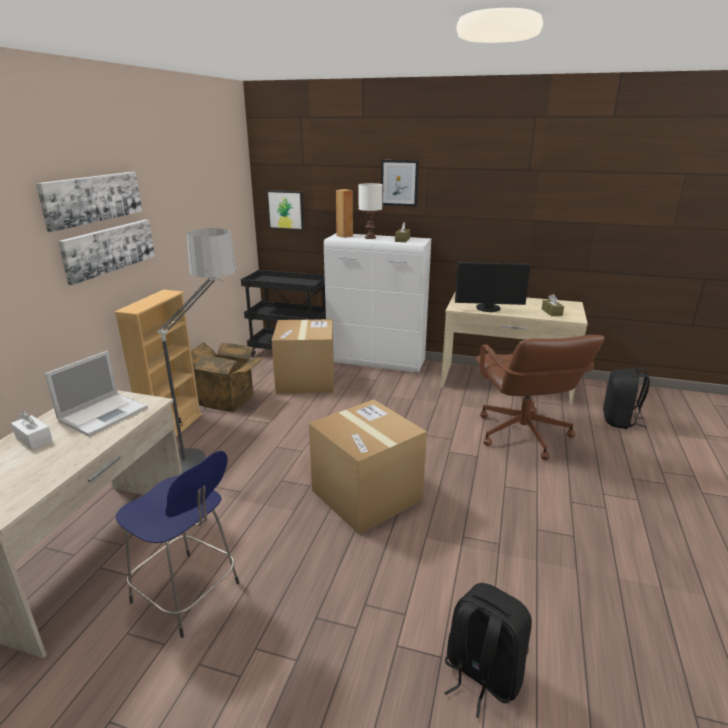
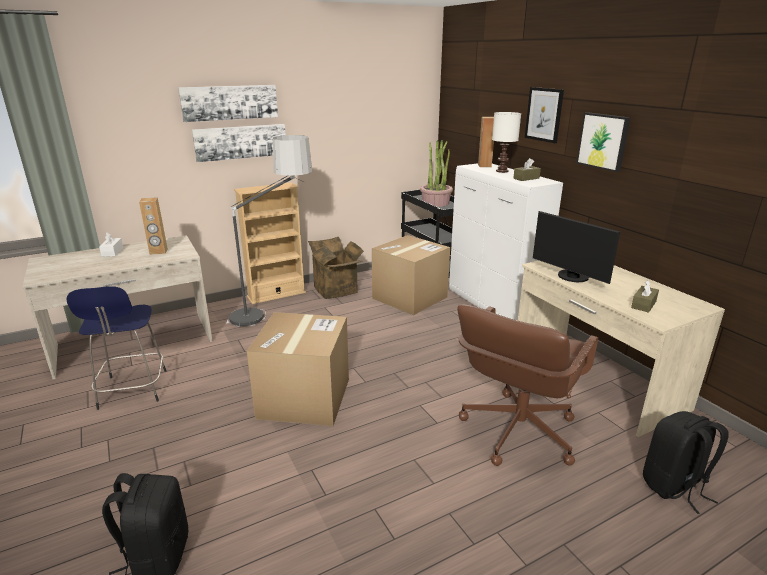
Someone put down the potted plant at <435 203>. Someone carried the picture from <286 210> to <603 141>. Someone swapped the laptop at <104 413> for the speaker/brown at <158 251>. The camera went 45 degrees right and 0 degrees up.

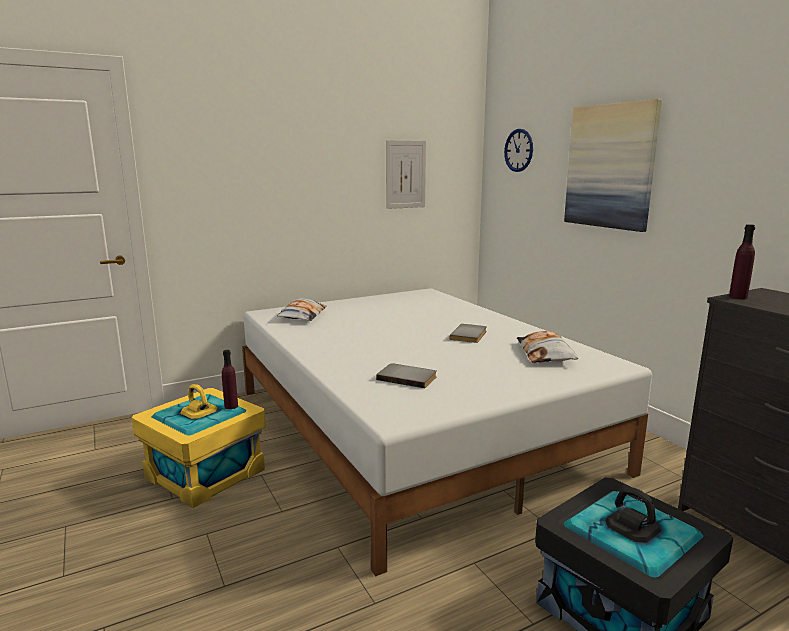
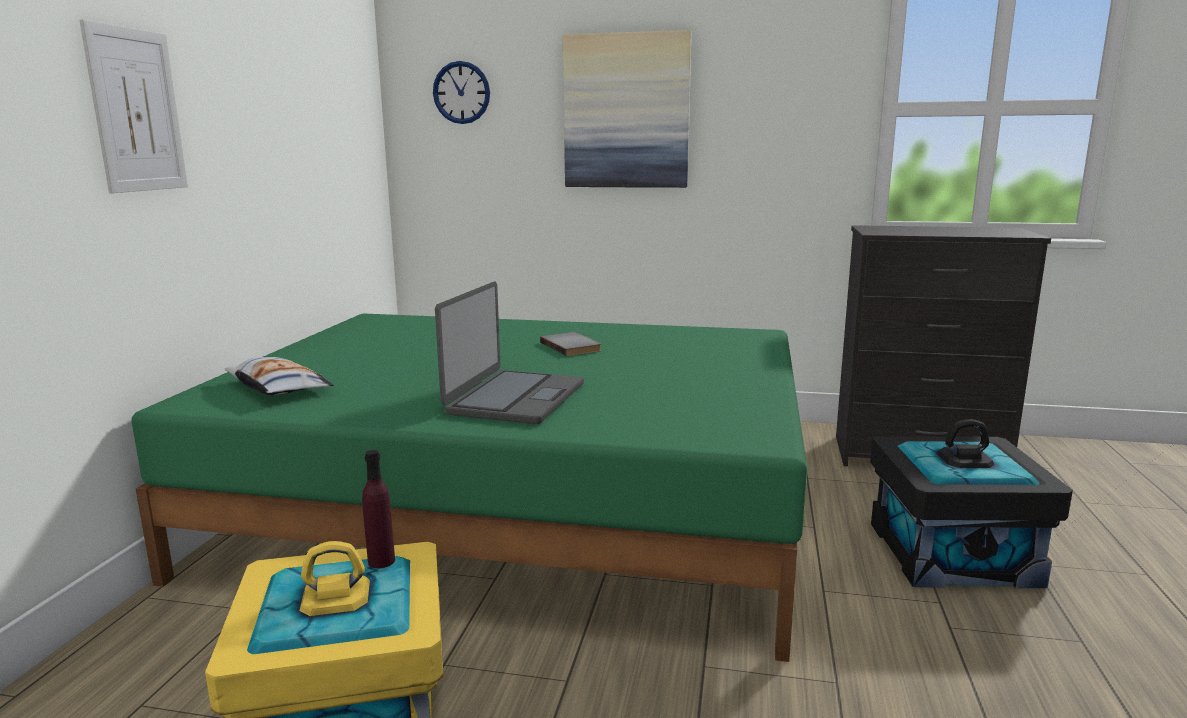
Someone took away the book/grey at <407 377>. Someone took away the pillow at <545 354>. Someone took away the bottle/purple at <738 297>. Someone put down the laptop at <514 398>. Someone carried the picture from <405 174> to <136 110>. Someone repainted the bed/white at <414 427>, which became the bed/green at <518 507>. The camera went 50 degrees left and 0 degrees up.

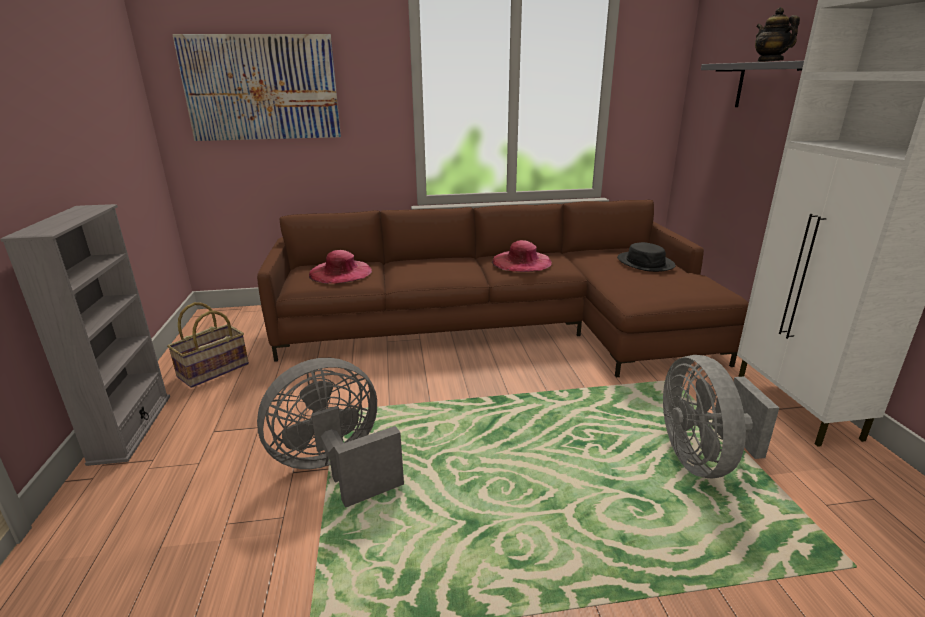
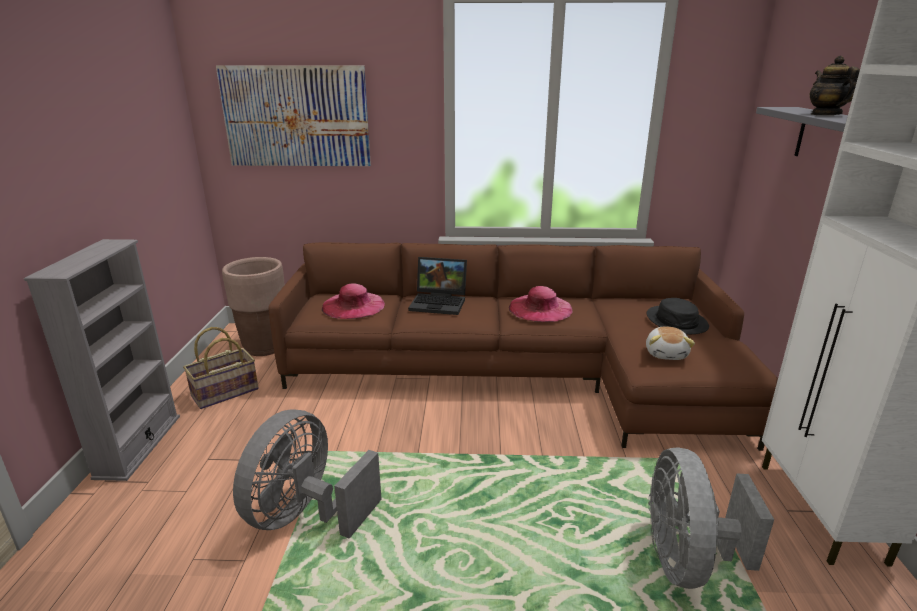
Someone put down the planter/brown at <265 347>. Someone put down the laptop at <440 303>. Someone put down the plush toy at <666 354>. Someone rotated the fan/grey at <335 468> by 45 degrees counterclockwise. The camera went 10 degrees right and 0 degrees up.

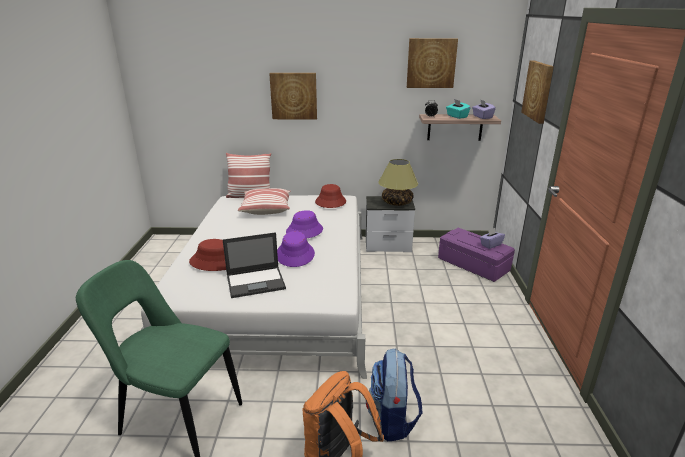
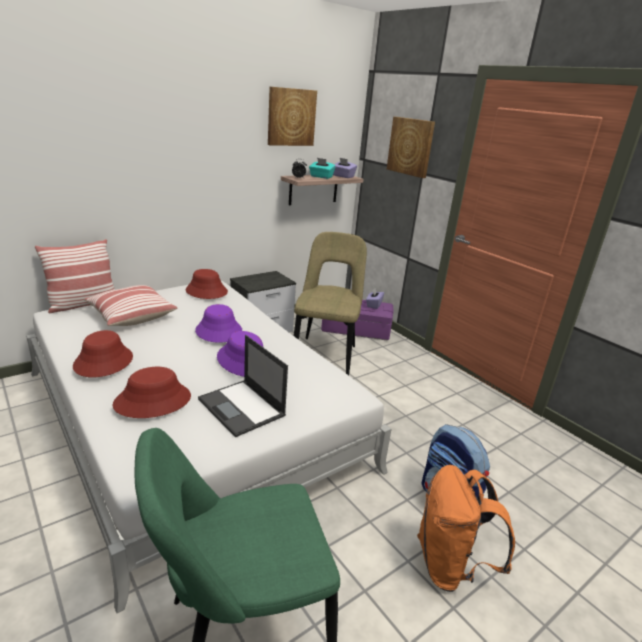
Someone took away the picture at <294 96>. Someone took away the table lamp at <397 202>. Someone put down the hat/red at <103 362>. Someone put down the chair/beige at <325 355>. Someone rotated the laptop at <256 282> by 105 degrees clockwise. The camera went 40 degrees left and 0 degrees up.

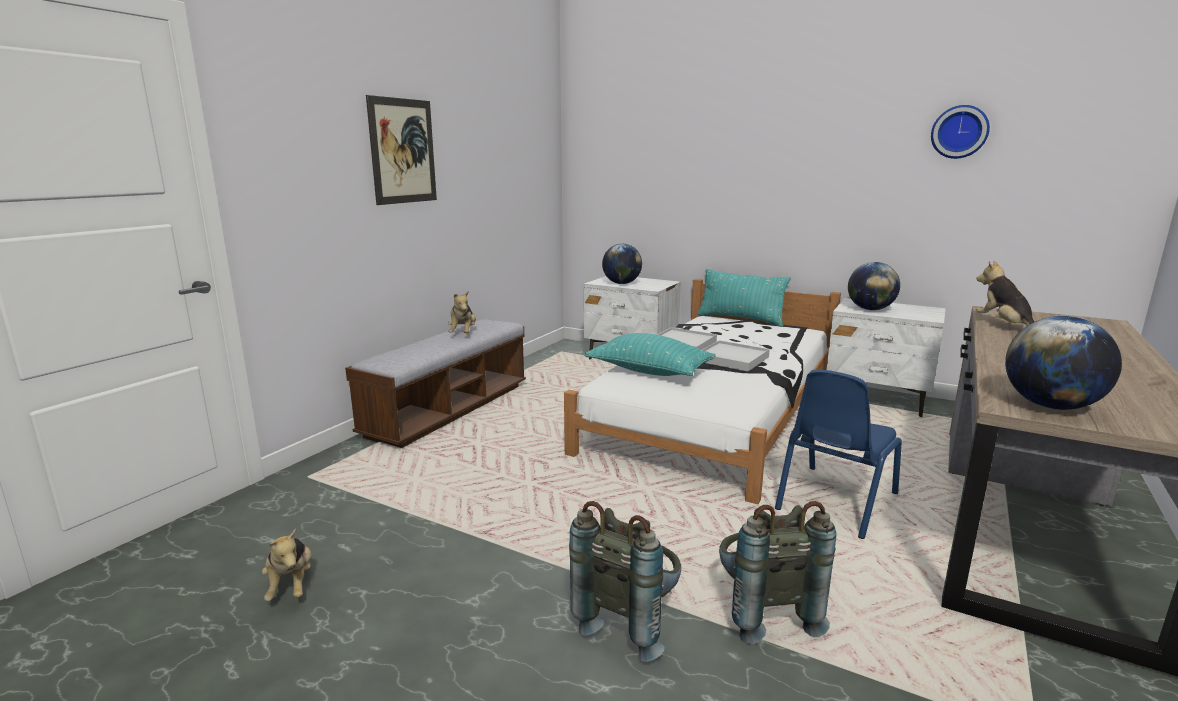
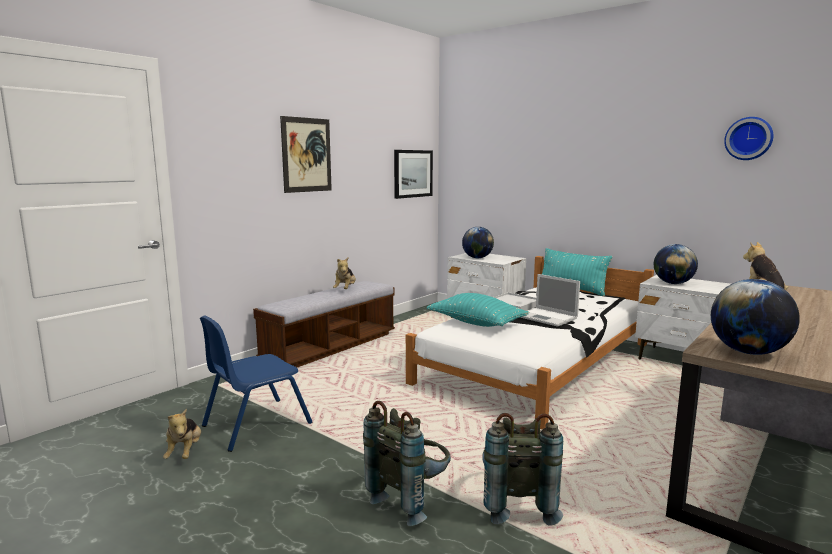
Someone put up the picture at <413 173>. Someone carried the chair/blue from <834 501> to <256 424>. Someone swapped the tray/white at <732 359> for the laptop at <547 317>. The camera went 10 degrees right and 5 degrees down.

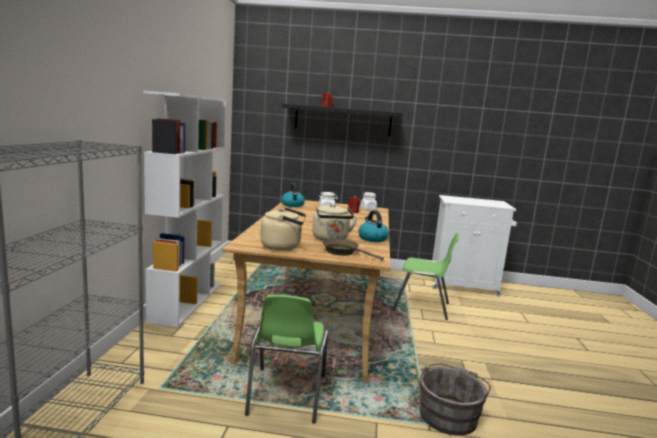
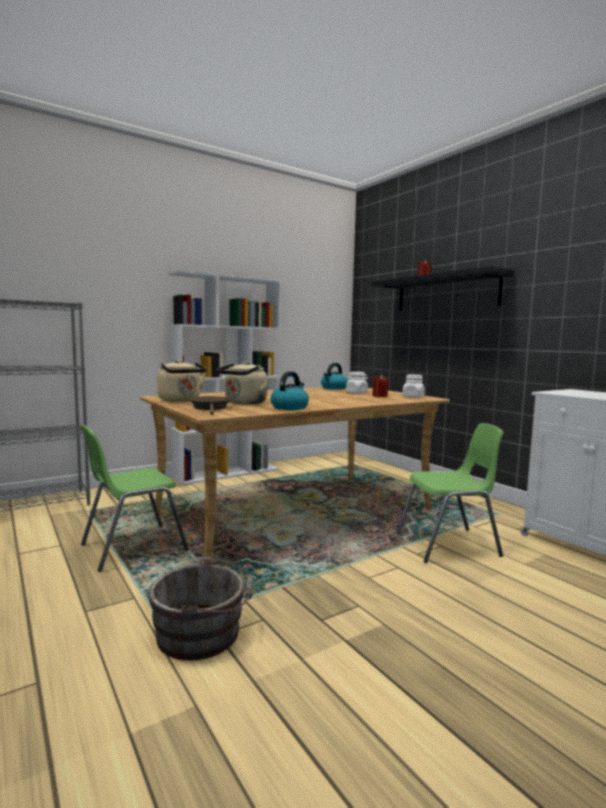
Someone rotated the chair/green at <422 307> by 75 degrees counterclockwise. The camera went 50 degrees right and 5 degrees down.

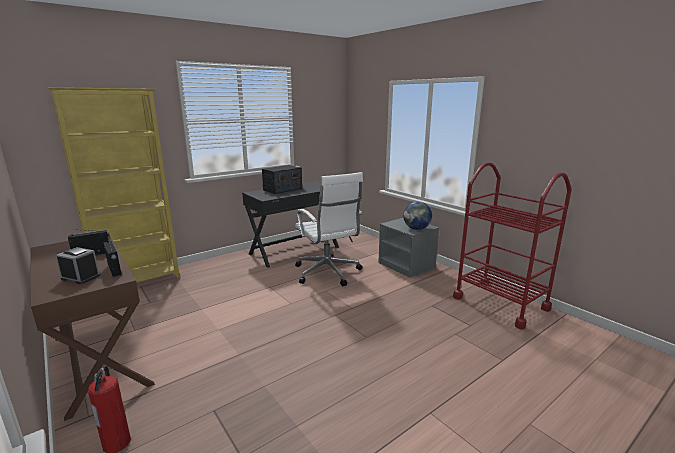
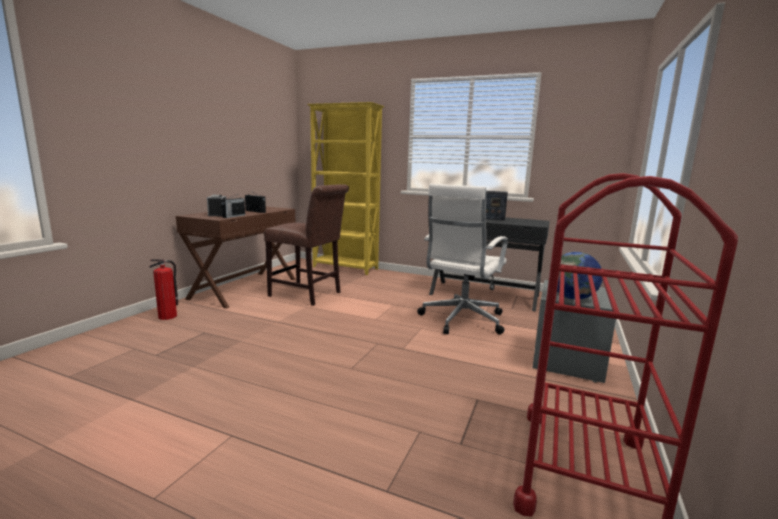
Someone put down the chair/brown at <308 295>. The camera went 60 degrees right and 5 degrees down.

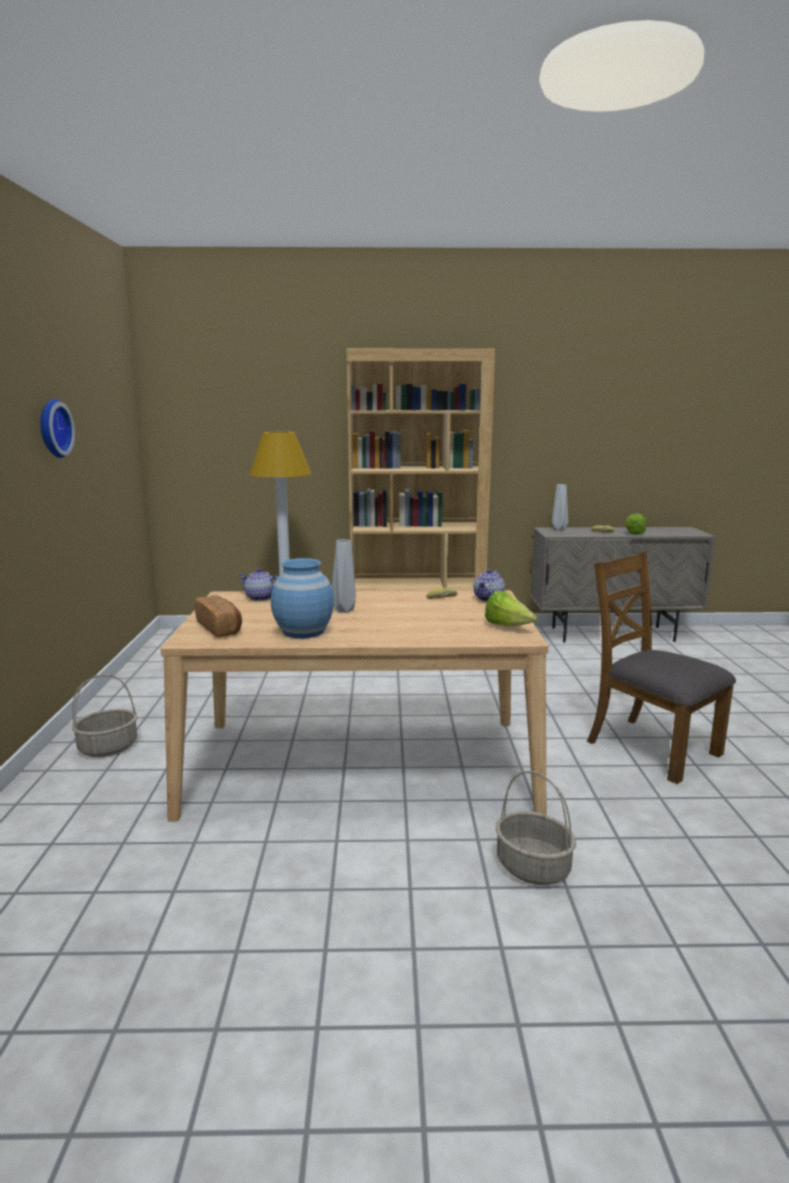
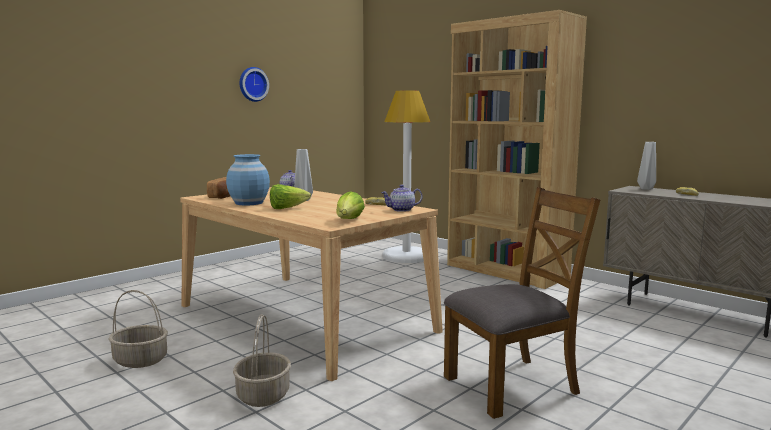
Someone carried the basket from <107 748> to <139 360>. Someone carried the lettuce from <635 533> to <287 208>. Someone rotated the chair/brown at <651 747> by 60 degrees clockwise. The camera went 45 degrees right and 5 degrees down.

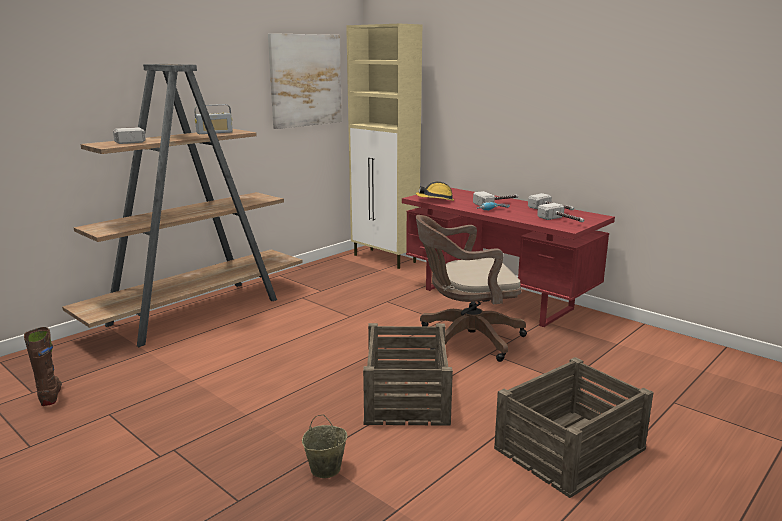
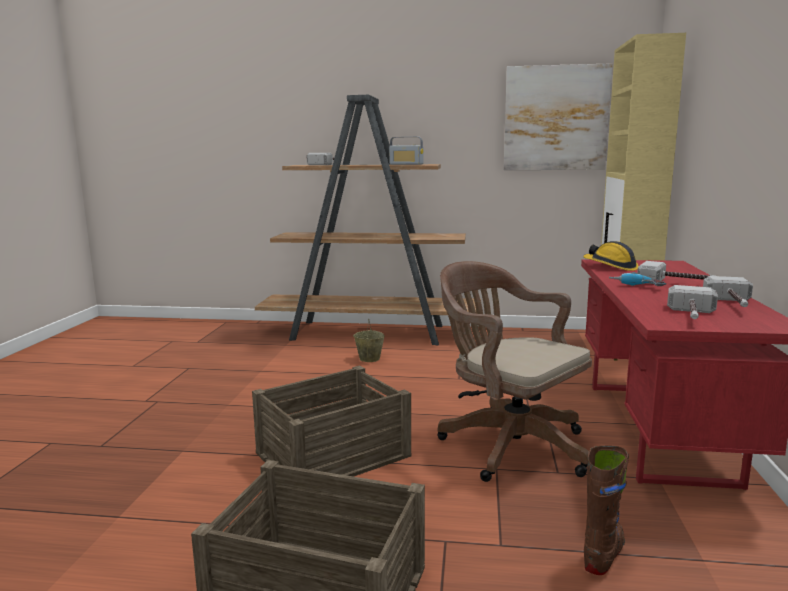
Someone carried the boot/brown from <50 395> to <603 554>. Someone carried the bucket/beige from <325 469> to <369 358>. The camera went 55 degrees right and 5 degrees down.

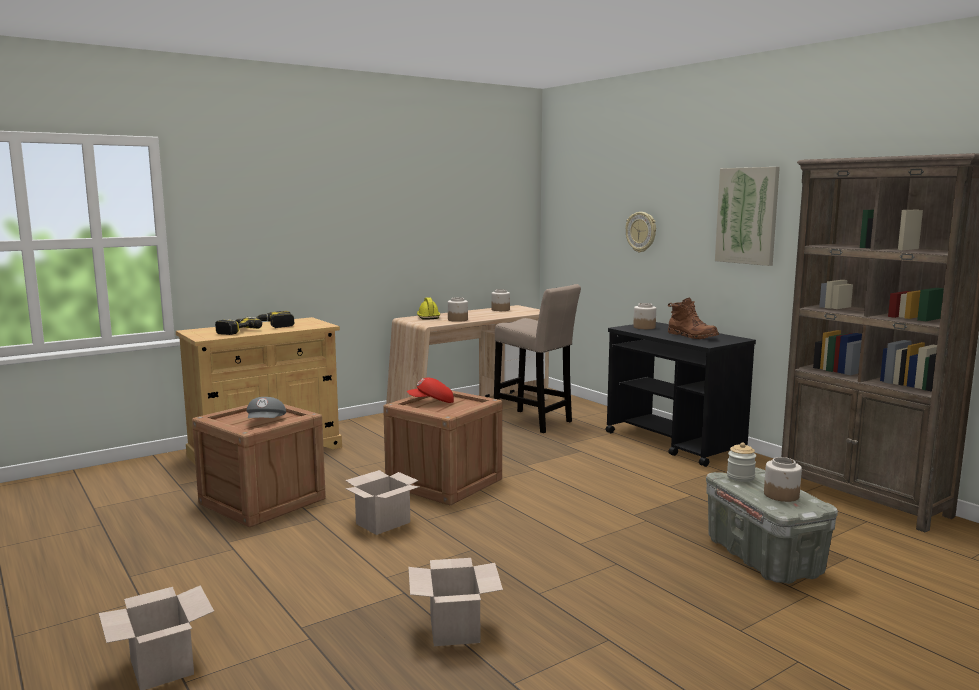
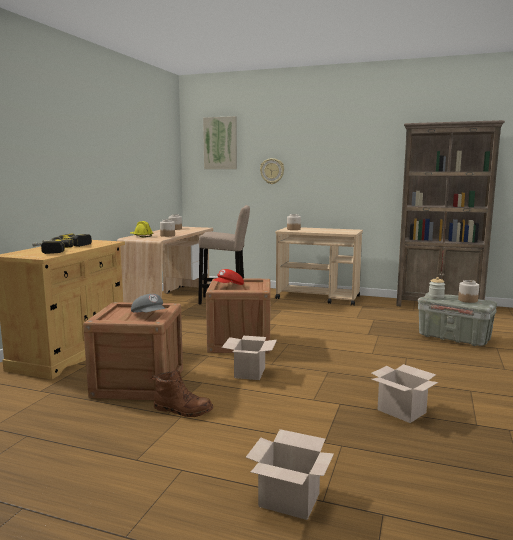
Someone carried the boot/brown from <691 336> to <182 410>. Someone carried the picture from <747 215> to <220 143>. Someone repainted the cart/black at <674 443>, which became the cart/beige at <318 298>. The camera went 35 degrees left and 0 degrees up.

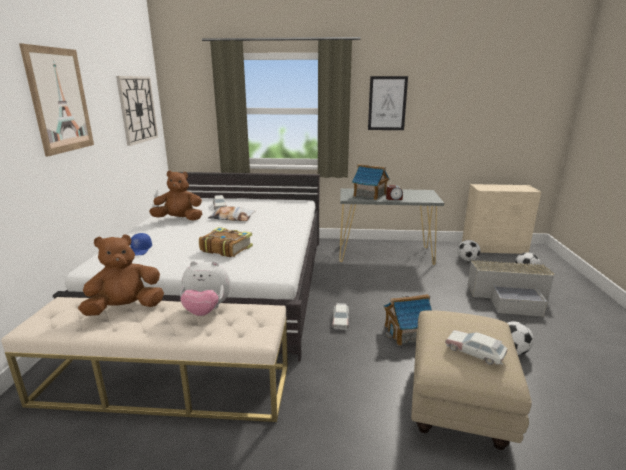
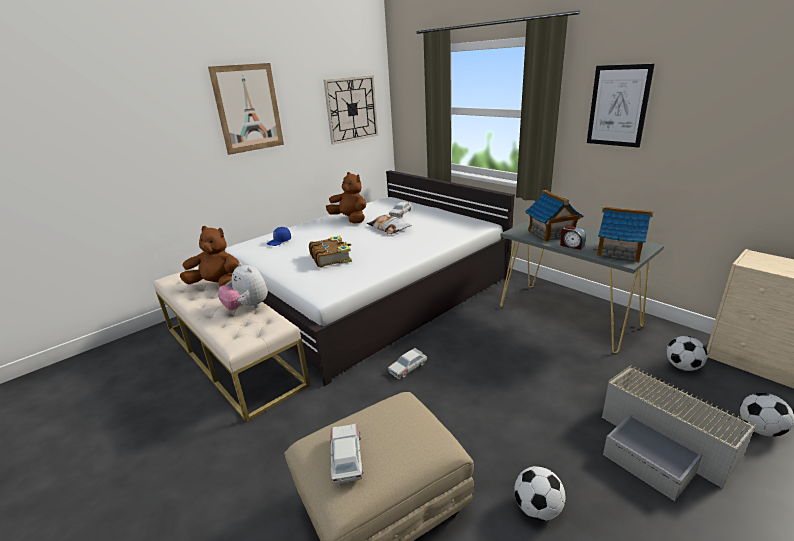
Someone carried the toy house from <407 333> to <620 252>. The camera went 45 degrees right and 5 degrees up.

